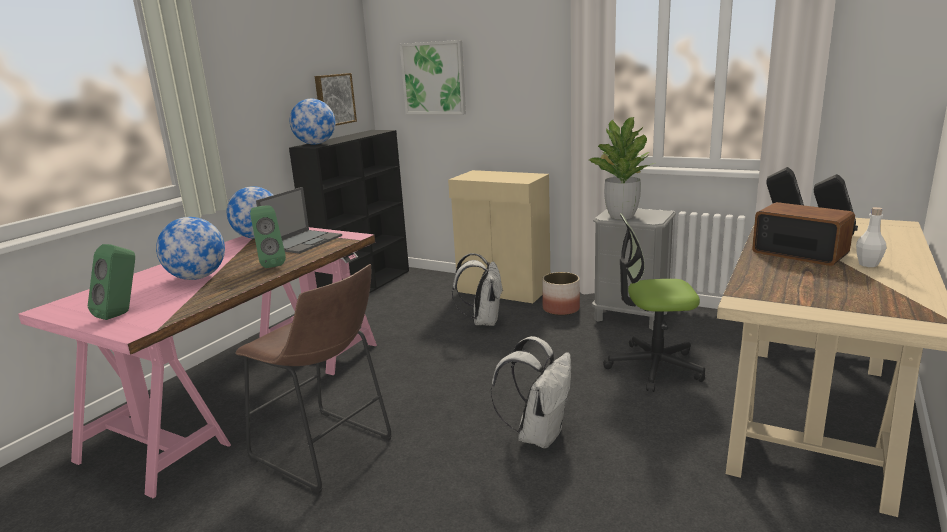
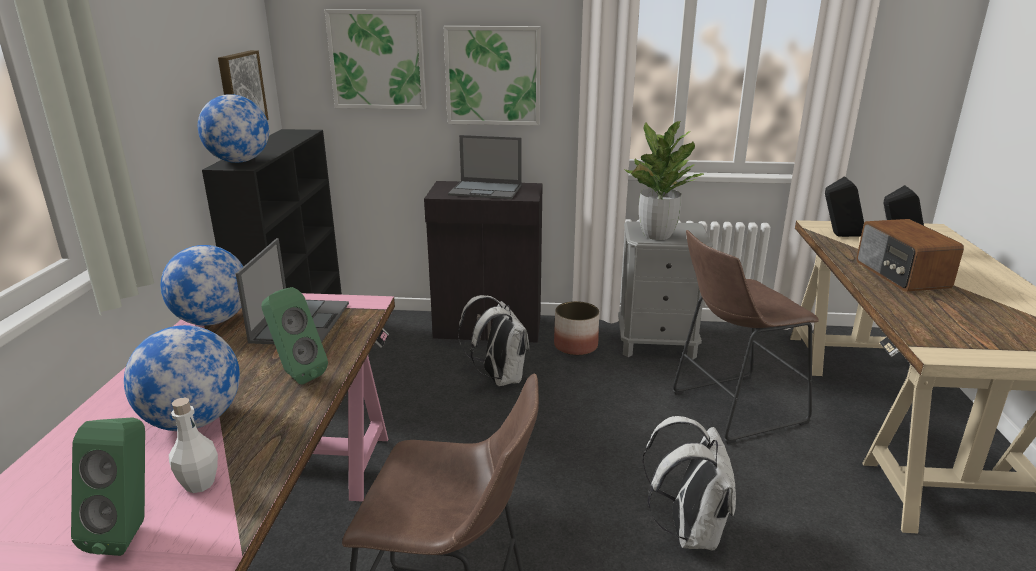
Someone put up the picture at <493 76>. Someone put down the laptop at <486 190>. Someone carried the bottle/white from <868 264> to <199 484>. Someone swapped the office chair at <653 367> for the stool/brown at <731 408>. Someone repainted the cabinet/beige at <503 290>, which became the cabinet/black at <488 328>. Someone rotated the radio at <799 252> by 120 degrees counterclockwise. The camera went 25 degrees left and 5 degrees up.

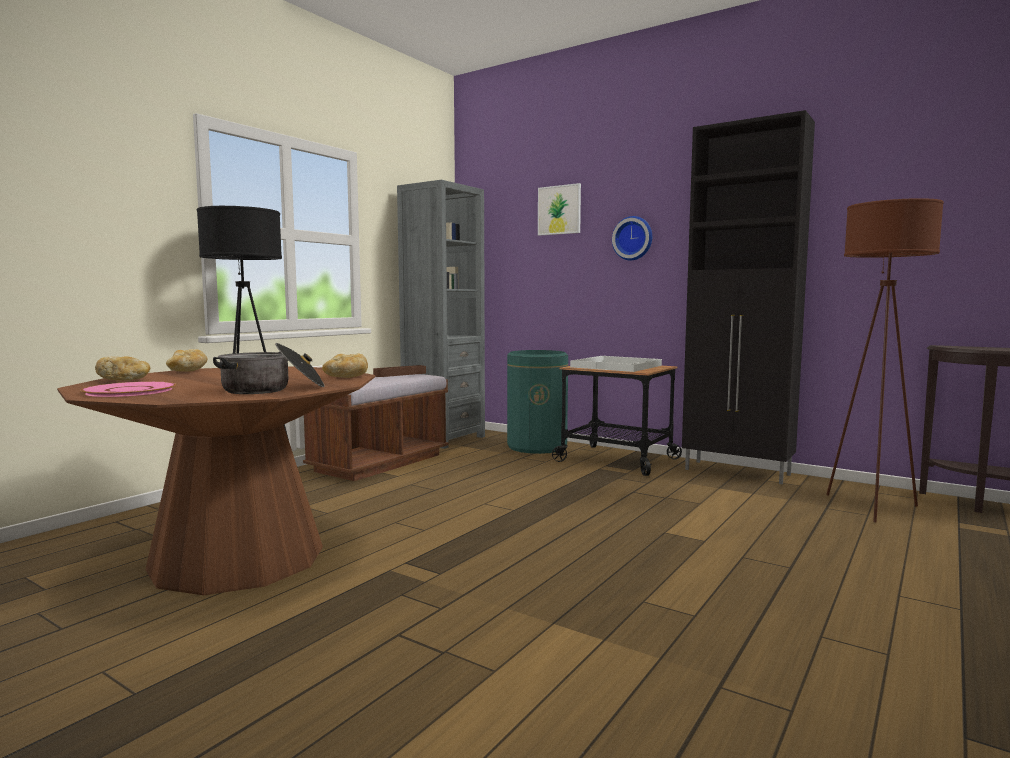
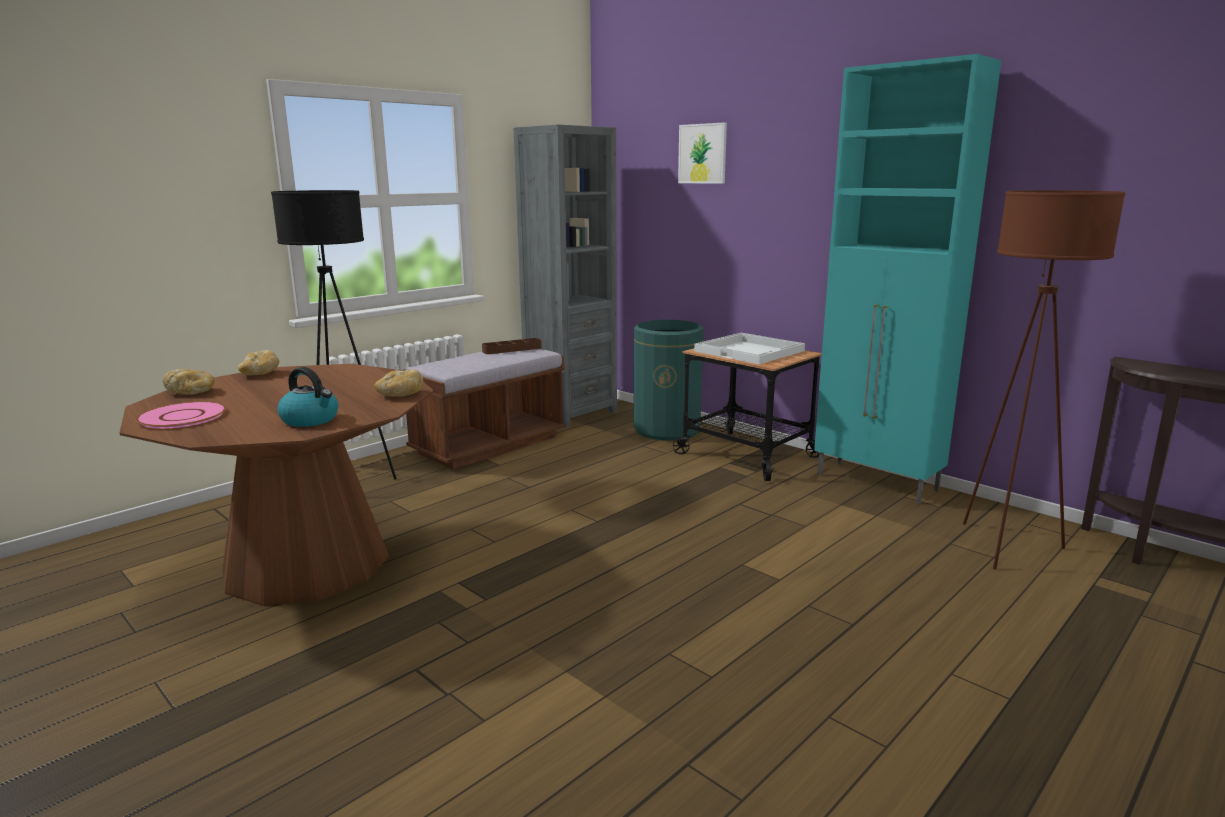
Someone took away the wall clock at <633 238>. Someone swapped the cooking pot at <272 389> for the kettle at <311 420>. Someone repainted the cabinet/black at <738 472>, which became the cabinet/turquoise at <877 483>. The camera went 10 degrees right and 10 degrees up.

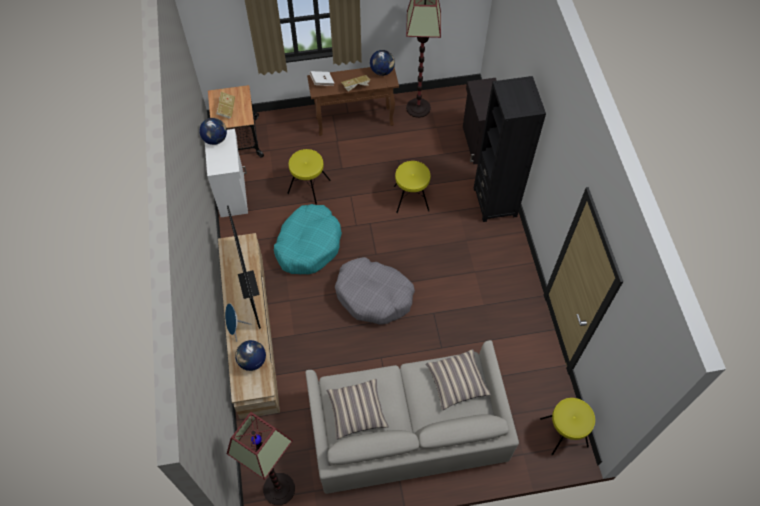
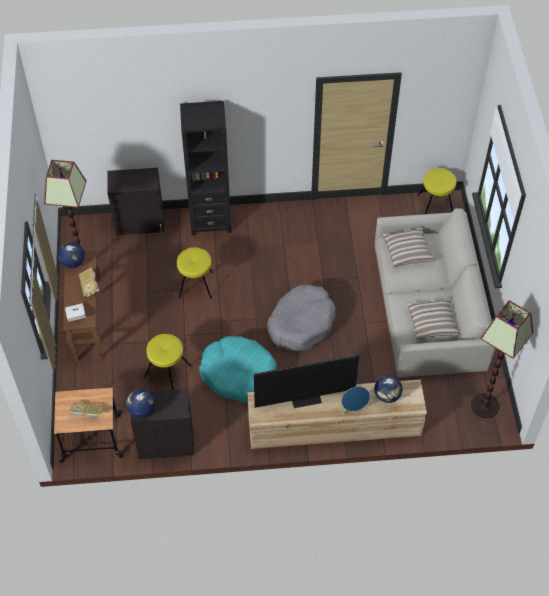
Someone repainted the cabinet/white at <233 194>, which became the cabinet/black at <165 443>. The camera went 85 degrees left and 5 degrees down.

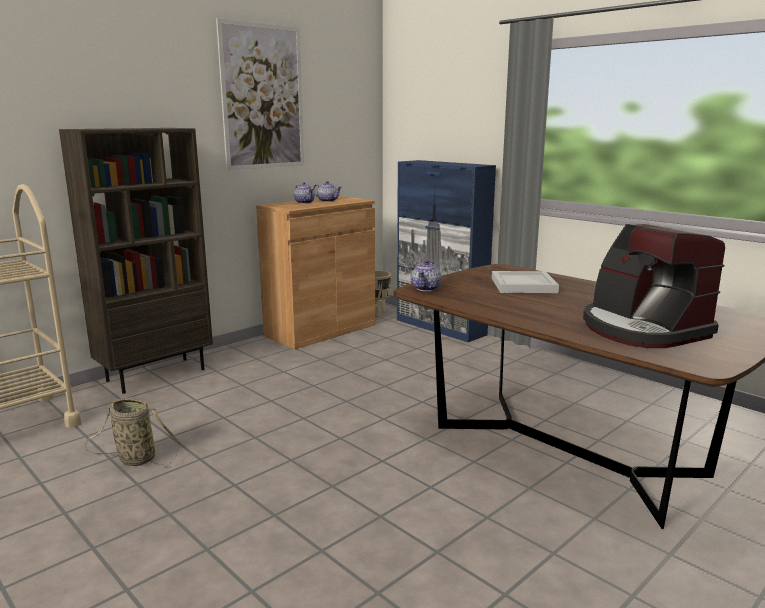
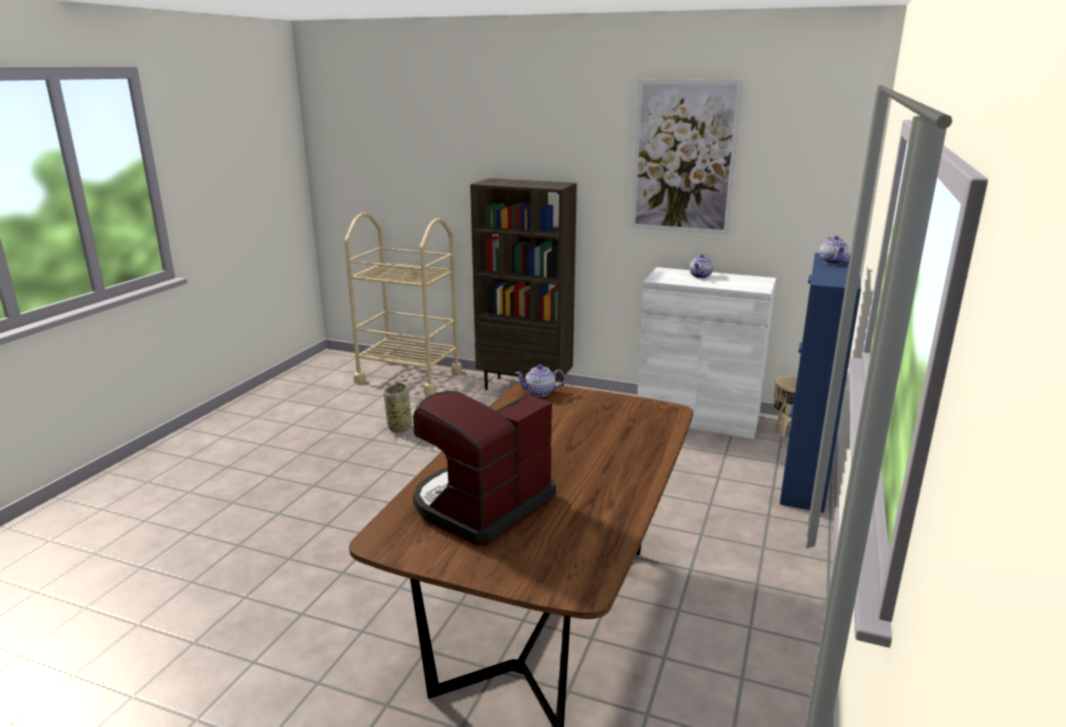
Someone took away the tray/white at <522 285>. Someone carried the teapot from <328 201> to <833 262>. Someone repainted the cabinet/brown at <320 330>, which became the cabinet/white at <698 417>. The camera went 65 degrees right and 5 degrees up.

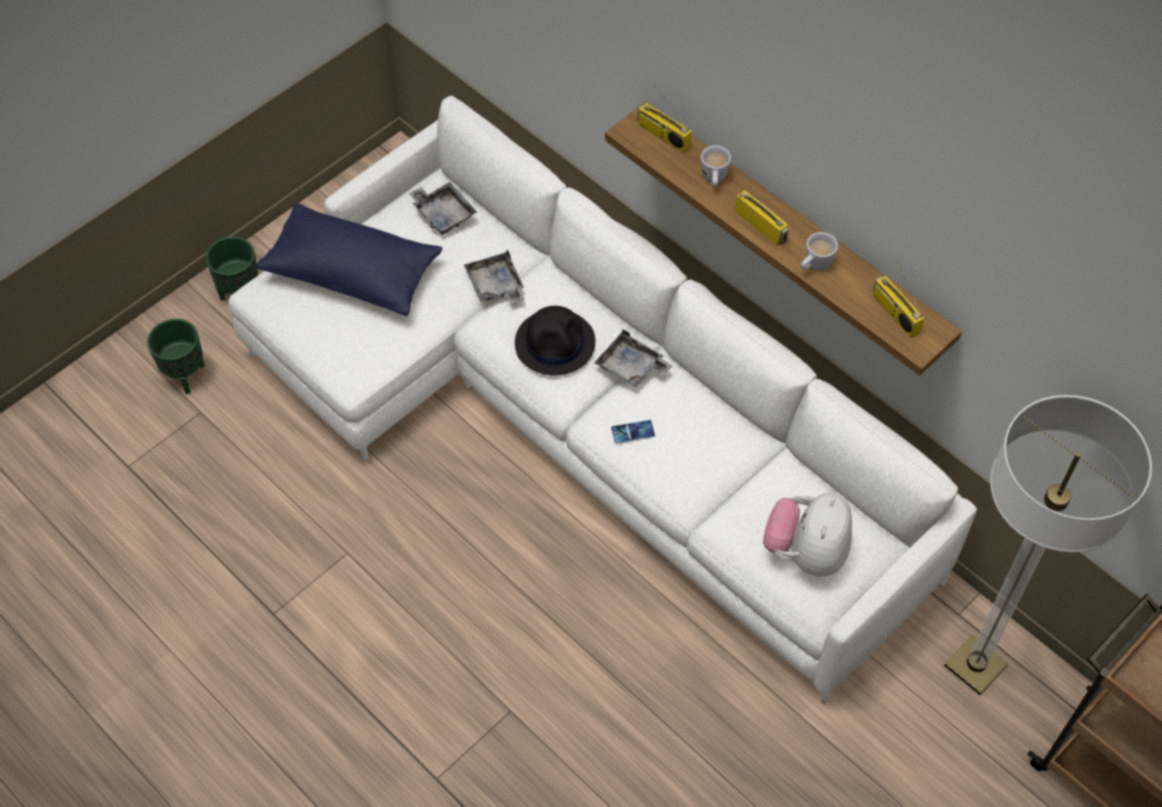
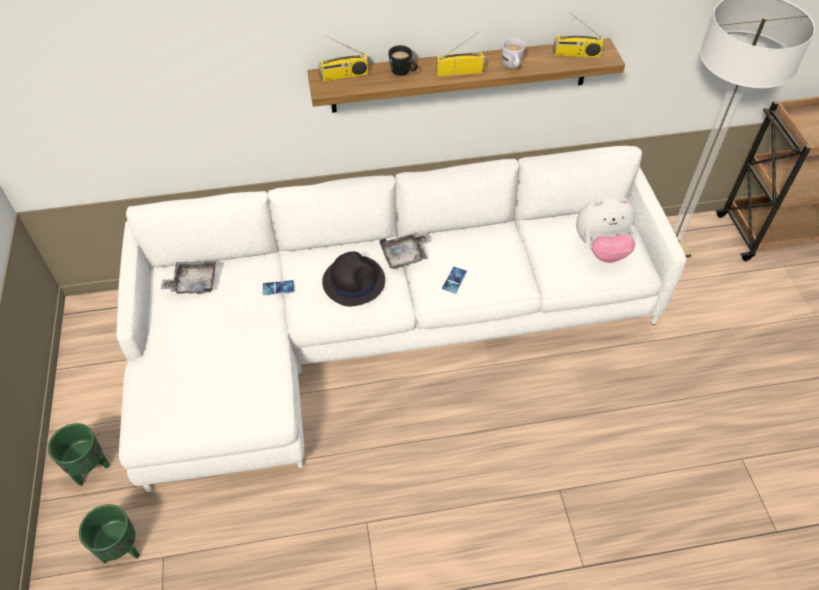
Someone took away the pillow/blue at <352 273>. Someone swapped the tray/grey at <496 285> for the phone at <278 288>. Someone repainted the mug/white at <713 180>, which became the mug/black at <404 73>. Someone rotated the plush toy at <806 552> by 60 degrees counterclockwise. The camera went 55 degrees left and 5 degrees down.

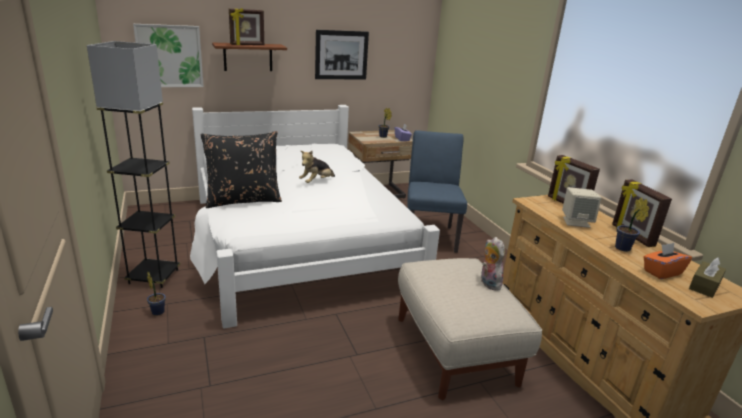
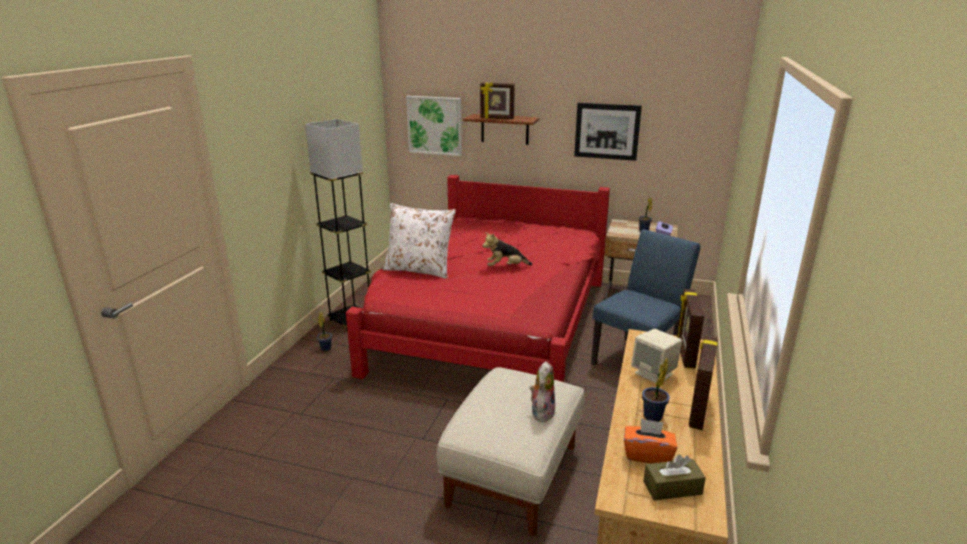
Someone repainted the bed/white at <297 241>, which became the bed/red at <492 324>. Someone repainted the pillow/black at <243 200>, which became the pillow/white at <419 270>. The camera went 40 degrees right and 0 degrees up.

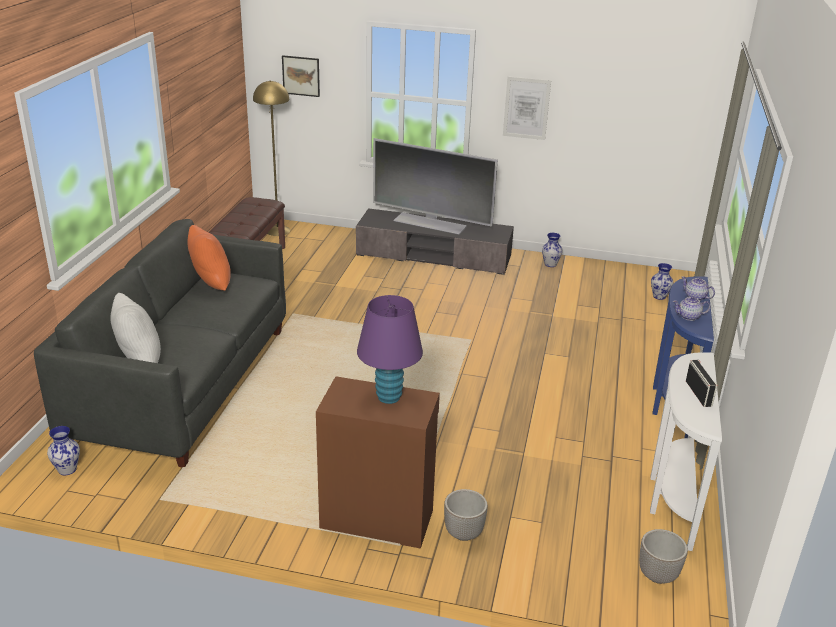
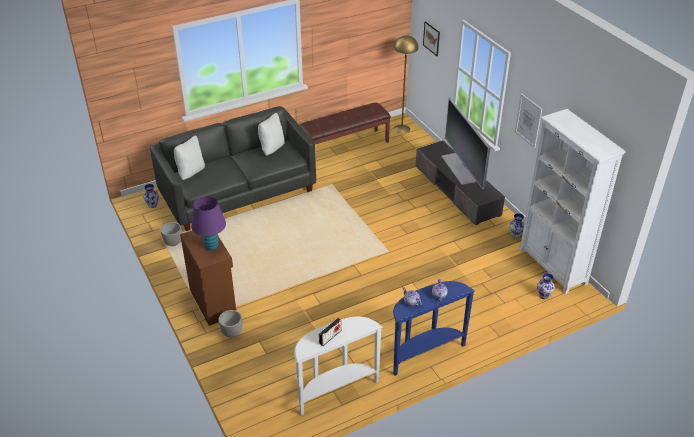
Someone put down the bookcase/white at <552 267>. Someone carried the planter from <657 575> to <173 242>. Someone repainted the pillow/orange at <210 285>, which became the pillow/white at <271 149>. The camera went 50 degrees right and 10 degrees up.

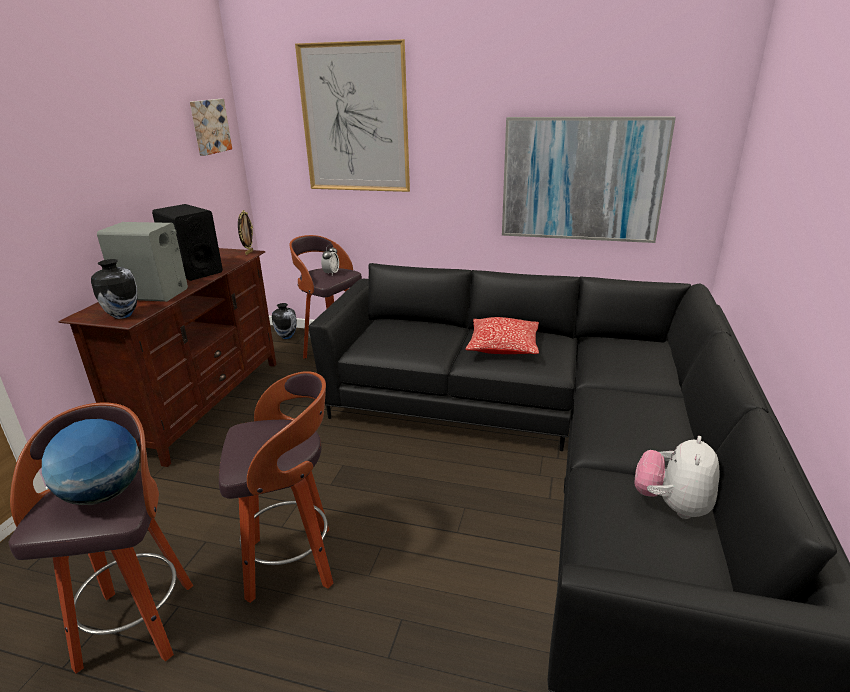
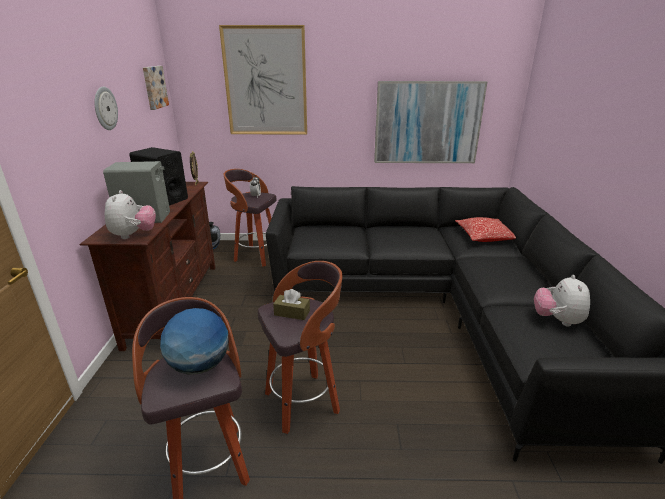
Someone put up the wall clock at <105 108>. Someone put down the tissue box/brown at <292 313>. Someone carried the pillow from <503 347> to <484 237>. Someone swapped the vase at <122 315> for the plush toy at <133 235>. The camera went 15 degrees left and 0 degrees up.

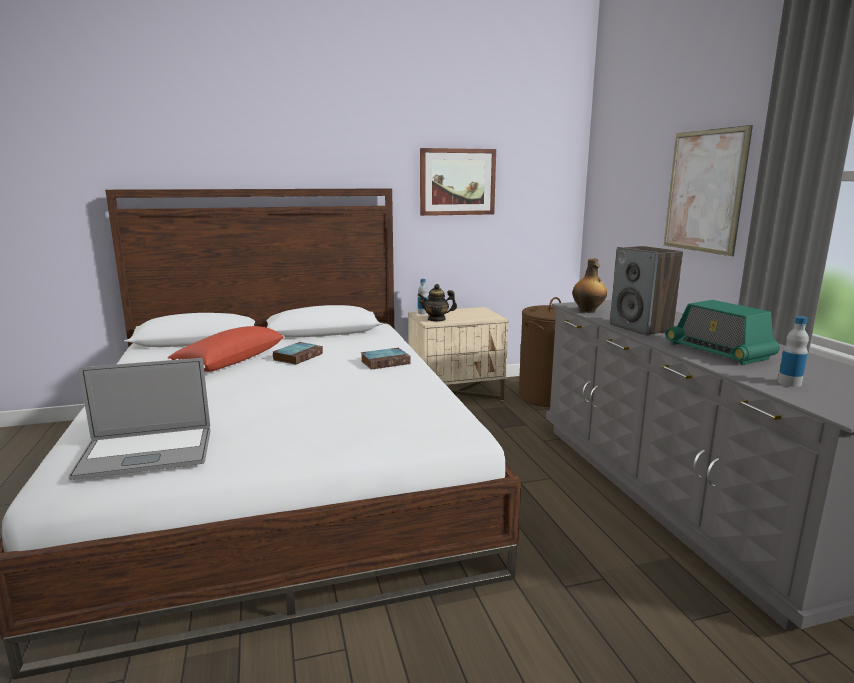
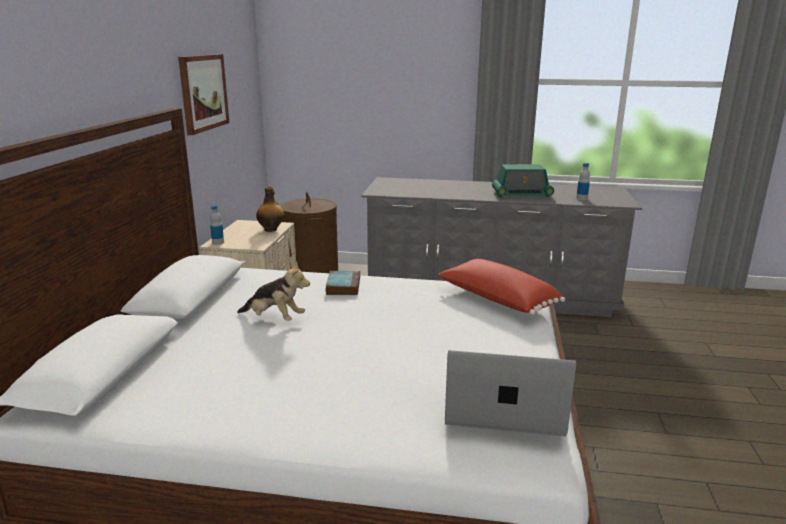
Someone took away the teapot at <436 319>. Someone took away the speaker at <641 328>. Someone took away the picture at <704 191>. Someone carried the pillow/red from <229 361> to <496 300>. Someone carried the bottle from <588 311> to <271 229>. Someone swapped the book at <298 356> for the plush toy at <275 318>. Someone rotated the laptop at <146 453> by 90 degrees counterclockwise. The camera went 65 degrees left and 5 degrees up.

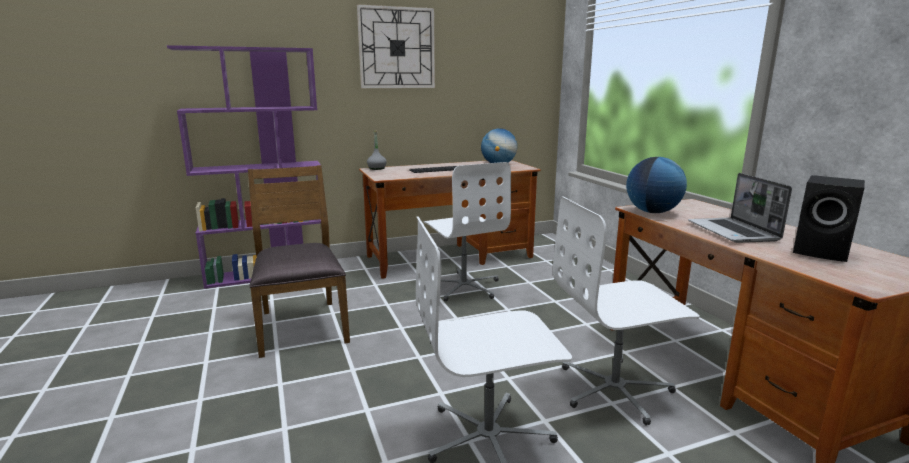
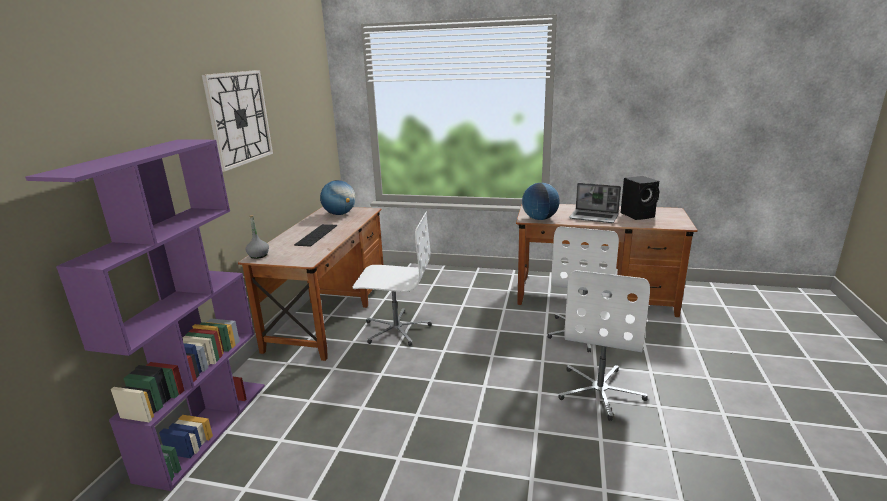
Someone took away the chair/brown at <301 326>. The camera went 55 degrees left and 5 degrees up.

